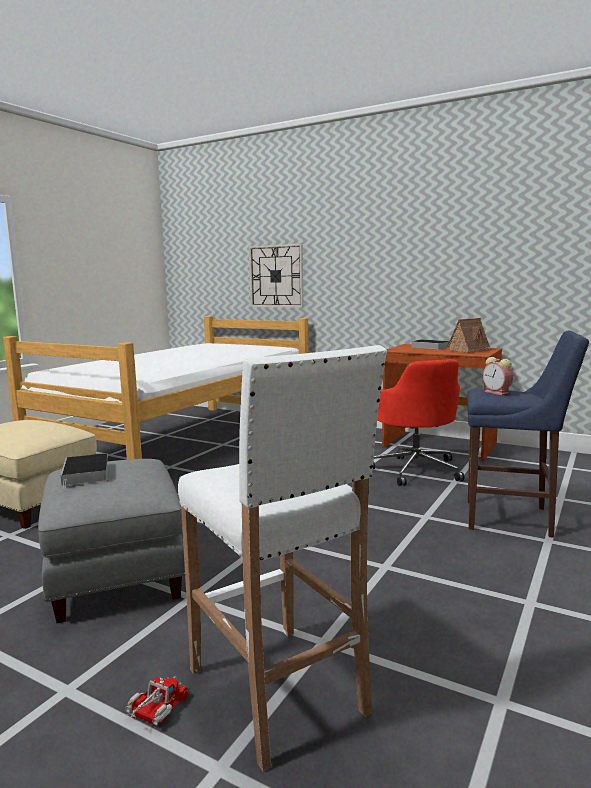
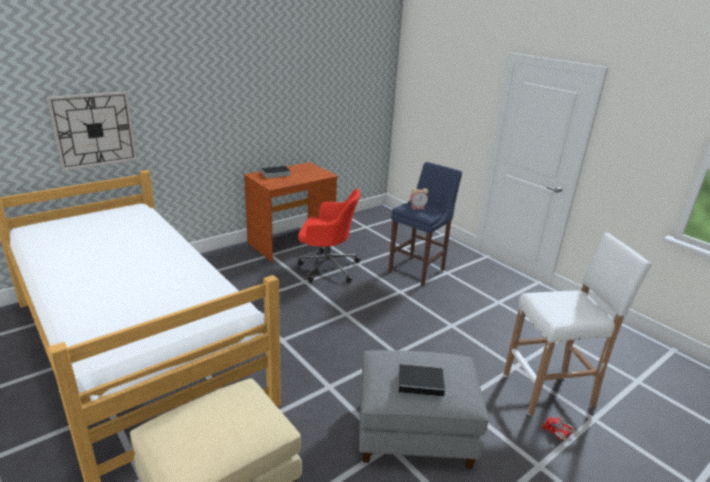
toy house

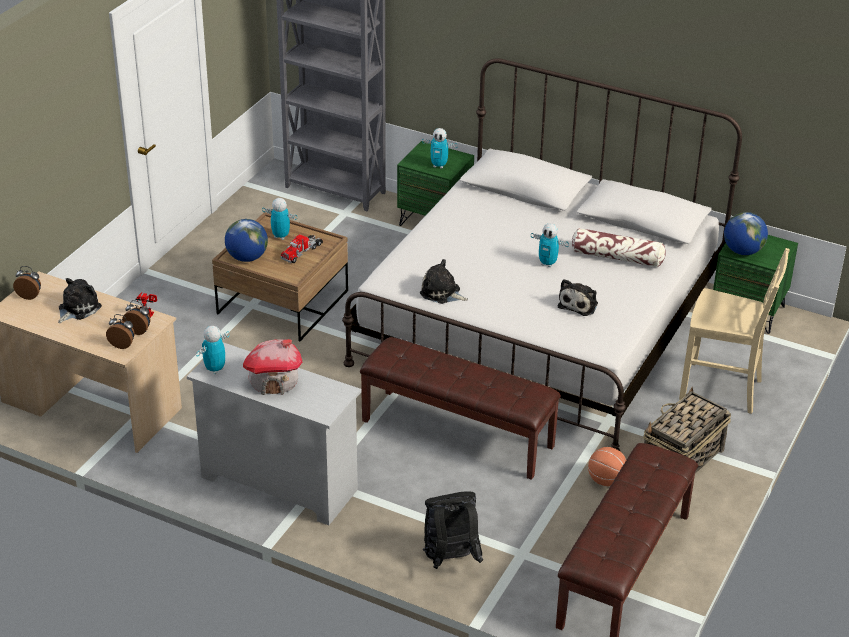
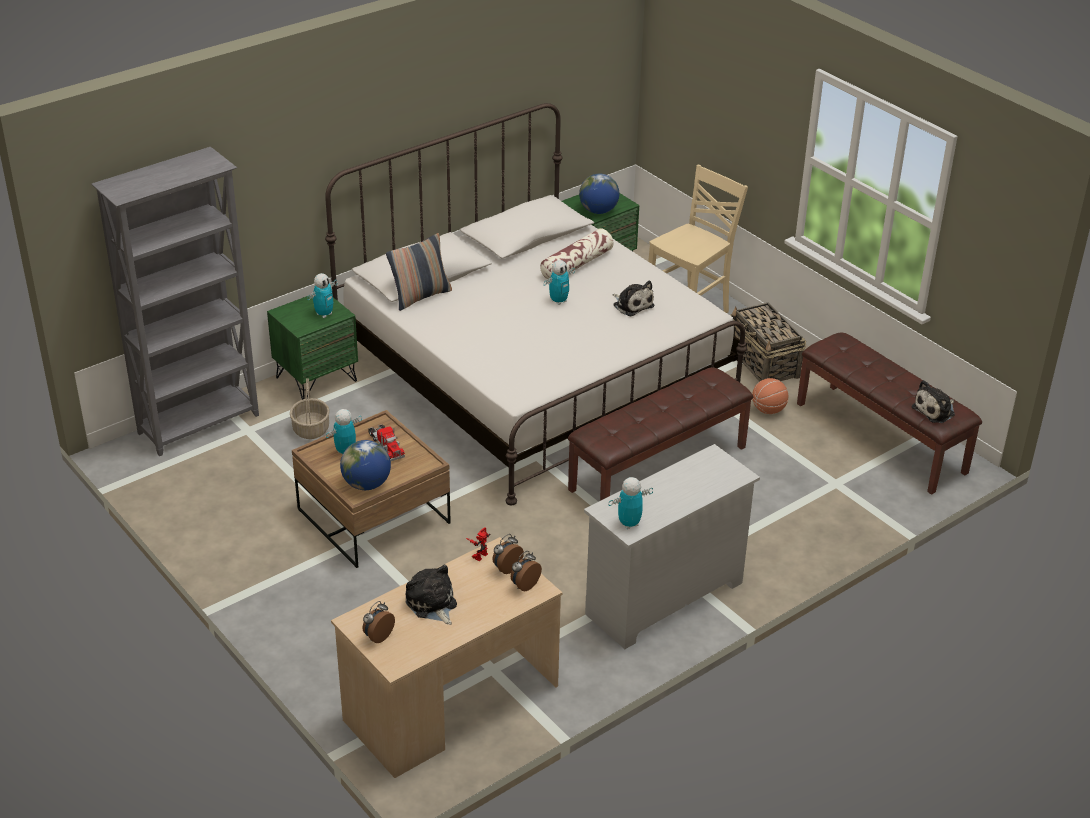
basket (1st from left)
pillow (1st from left)
toy robot (5th from left)
plush toy (3rd from left)
toy house
black backpack

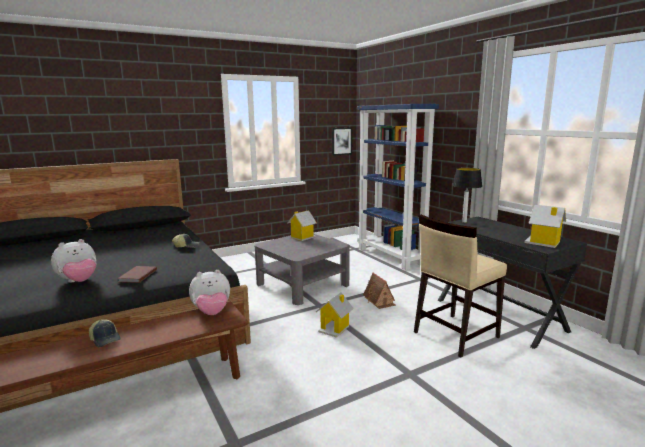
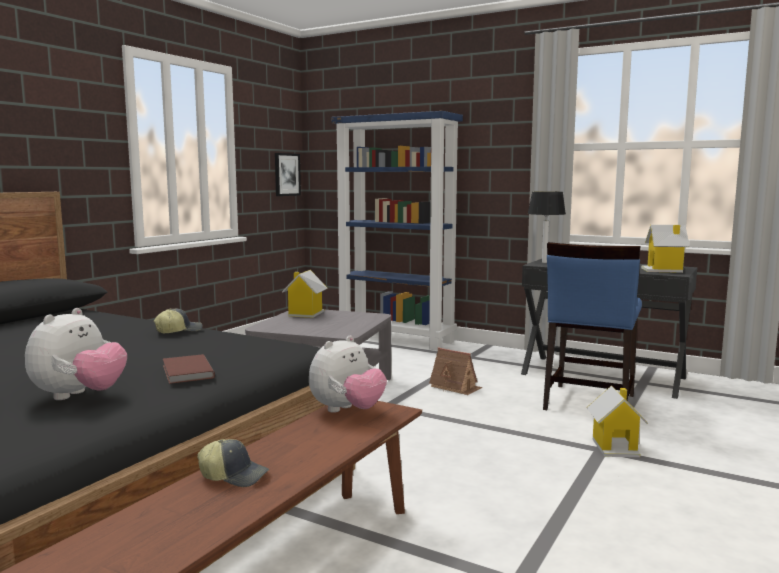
blue chair
toy house (3rd from left)

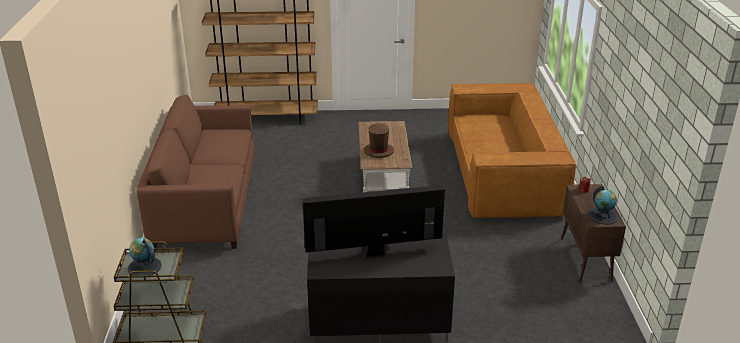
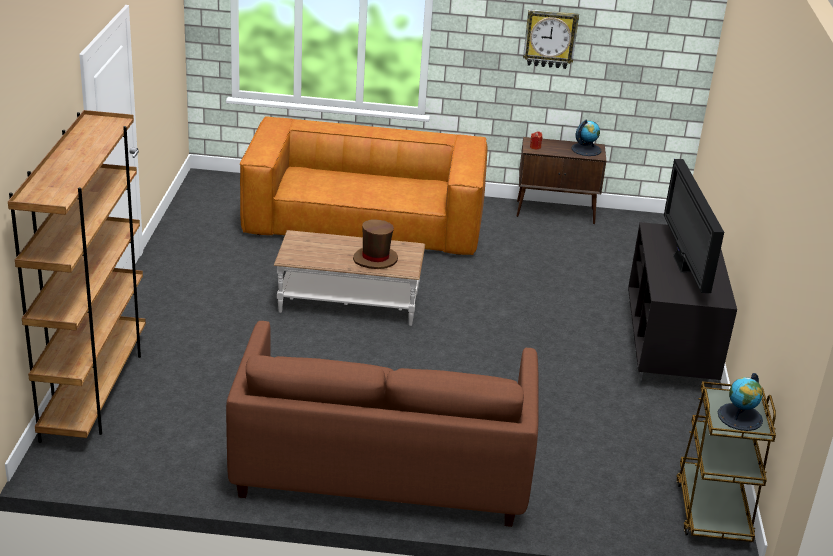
wall clock

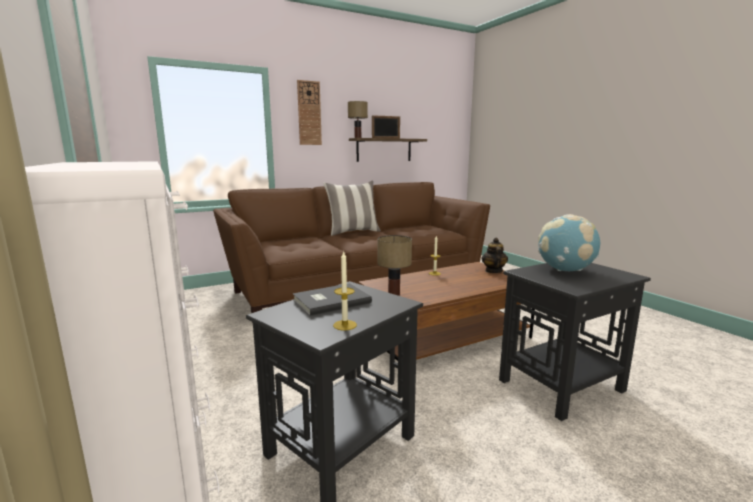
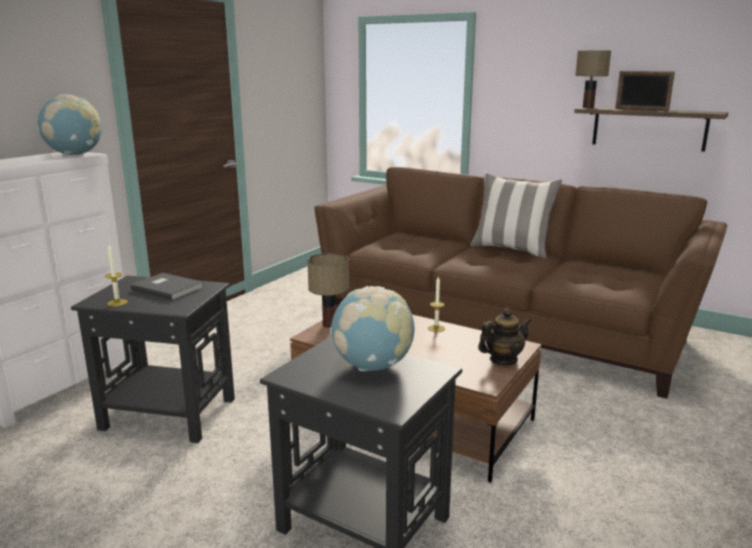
globe (1st from left)
wall clock

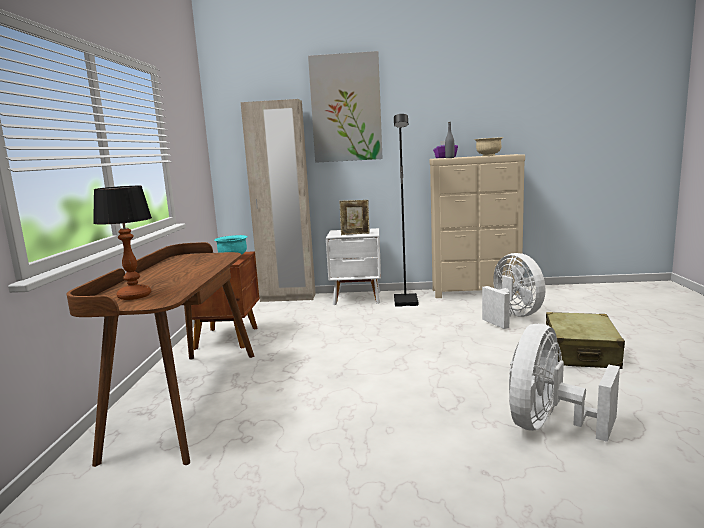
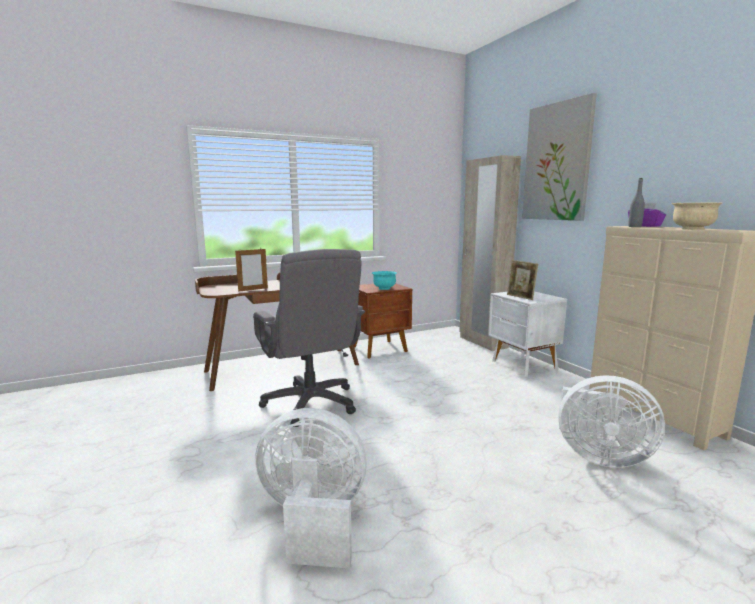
picture frame (1st from left)
grey office chair
white fan (2nd from left)
table lamp
black floor lamp
beige suitcase

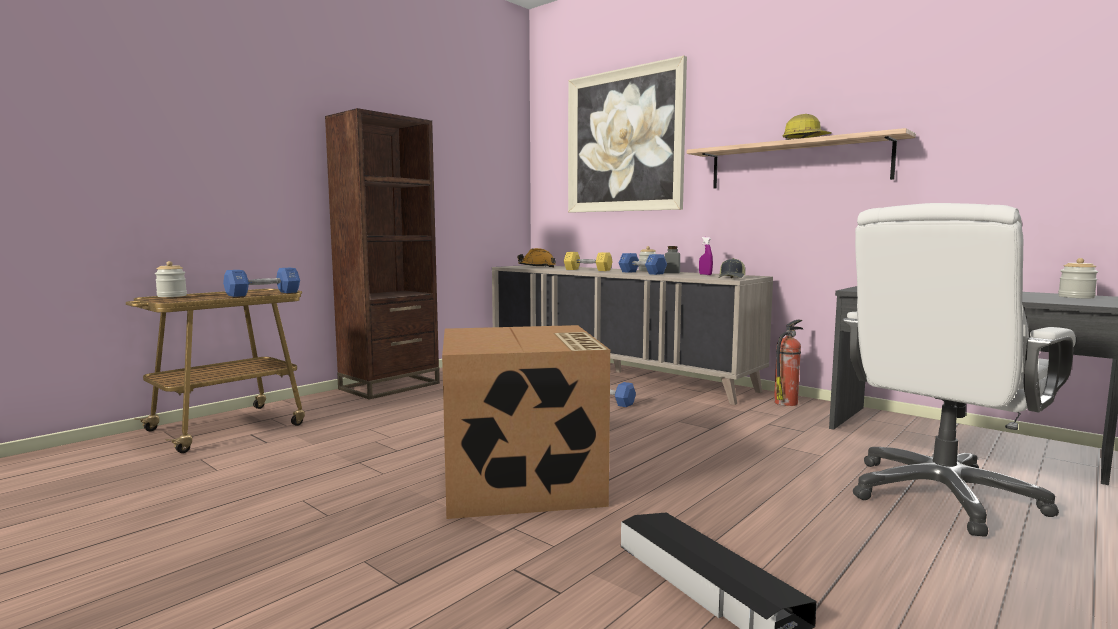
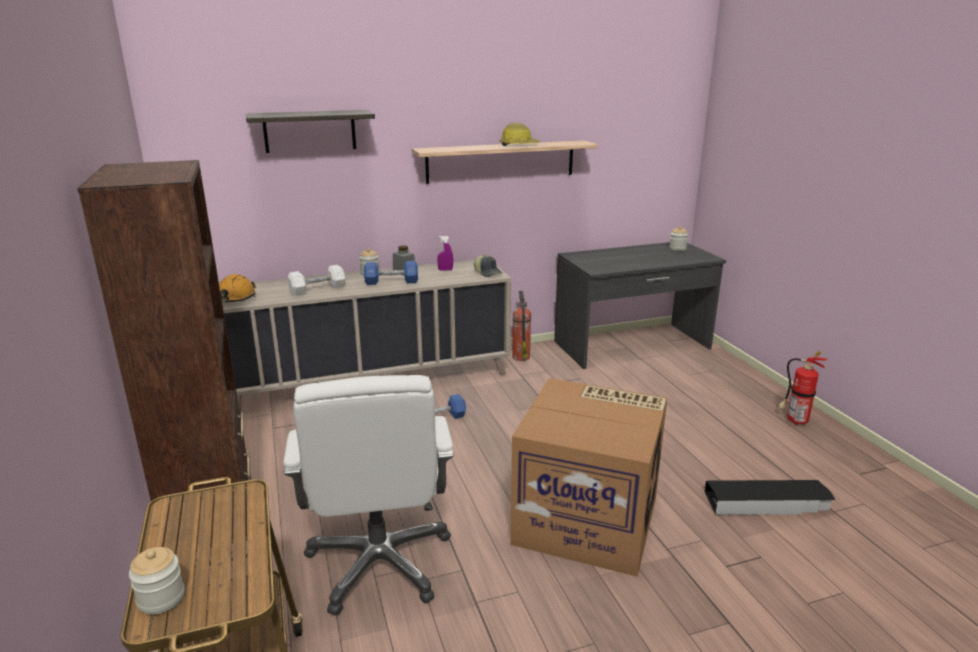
shelf (1st from left)
white office chair
white dumbbell
fire extinguisher (2nd from left)
blue dumbbell (1st from left in the first image)

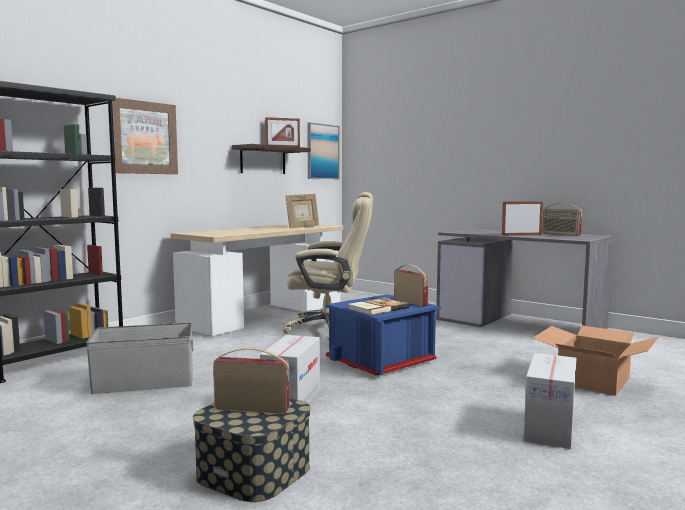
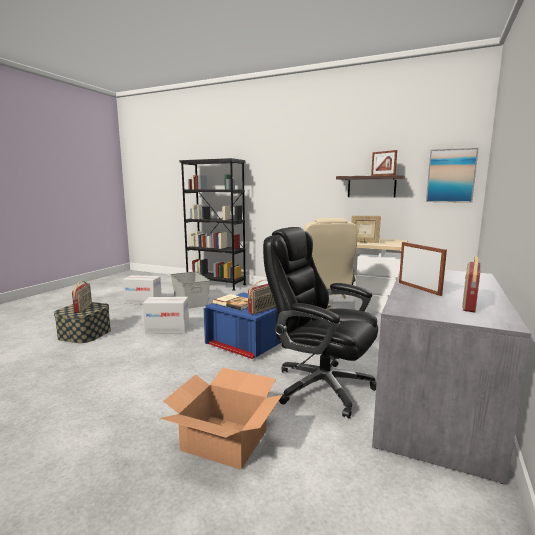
cardboard box (1st from left)
black office chair
picture (1st from left in the first image)

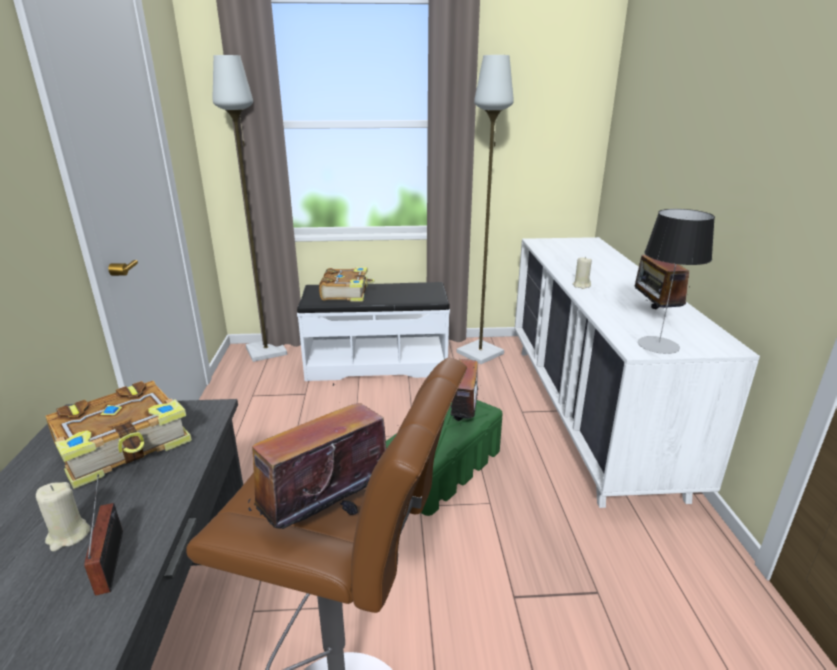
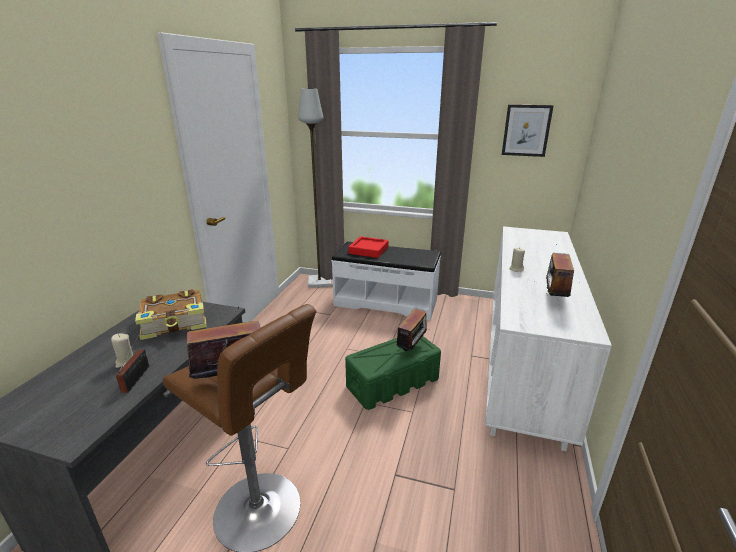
red tray
picture
grey floor lamp (2nd from left in the first image)
table lamp

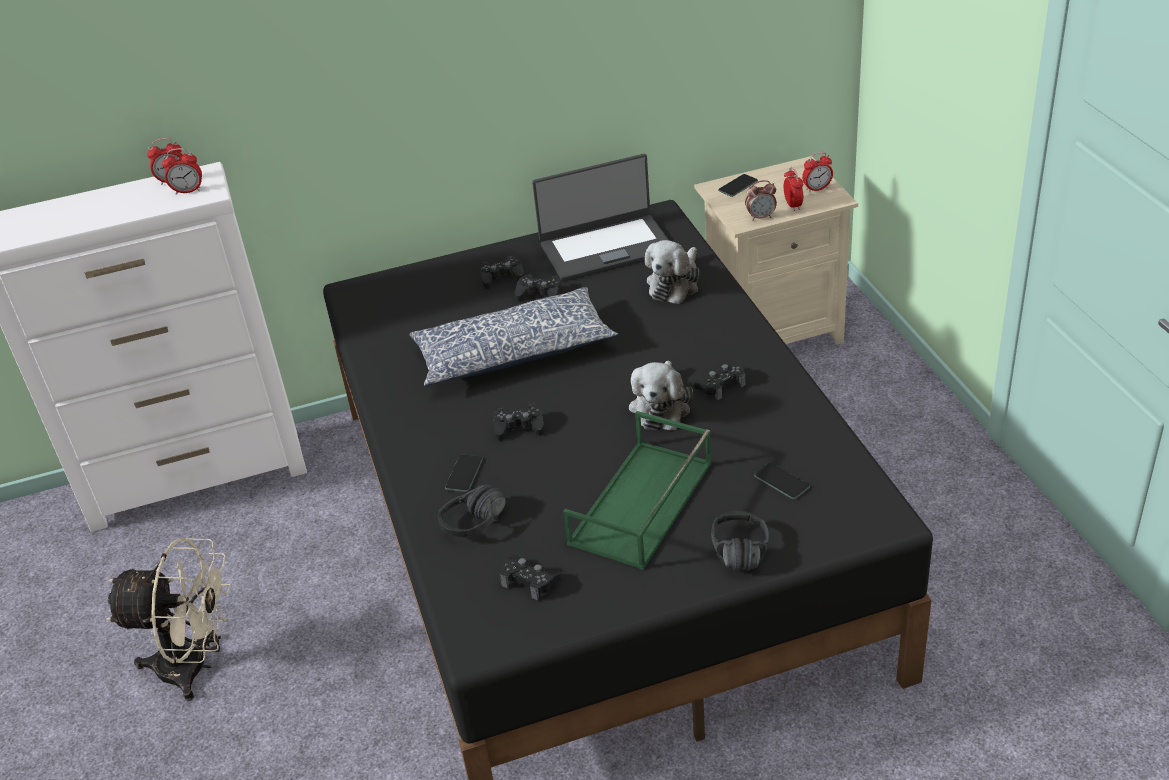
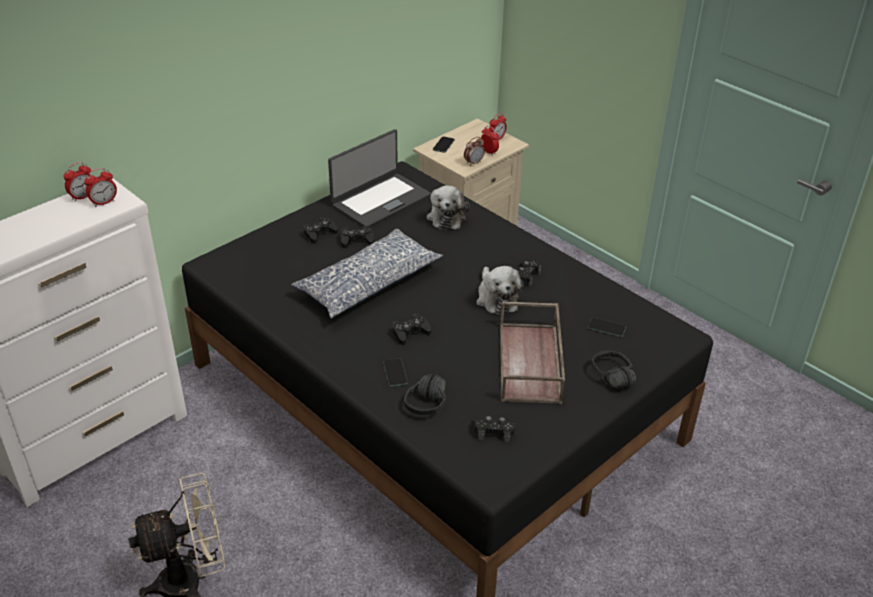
brown tray

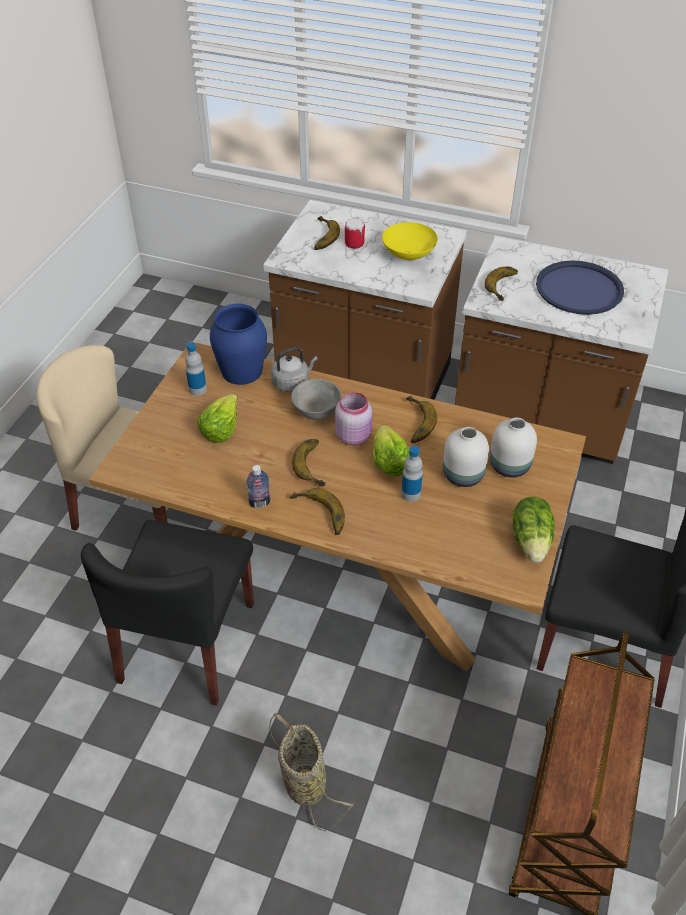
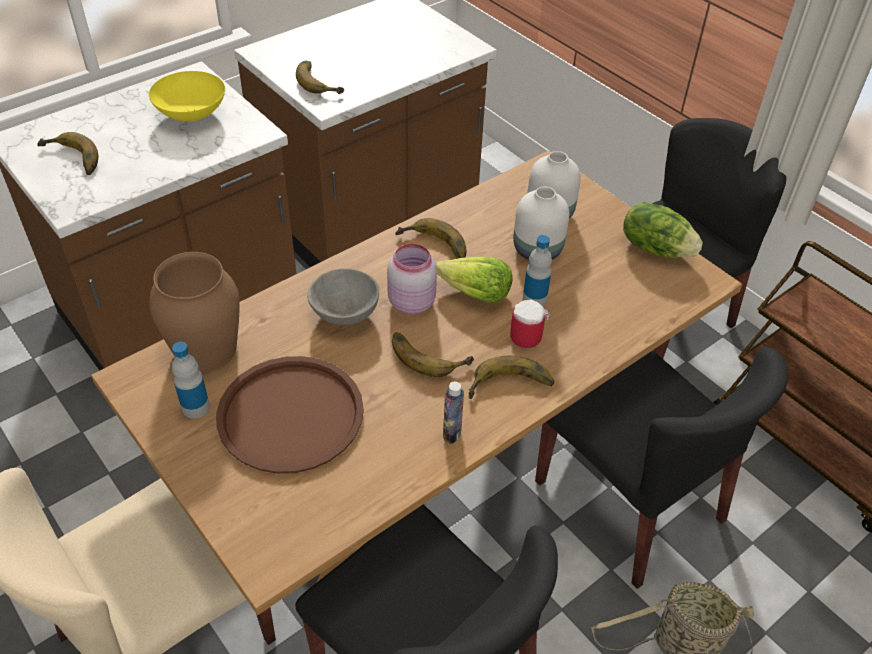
brown vase
brown tray
mug
black chair (2nd from left)
grey kettle
blue tray

